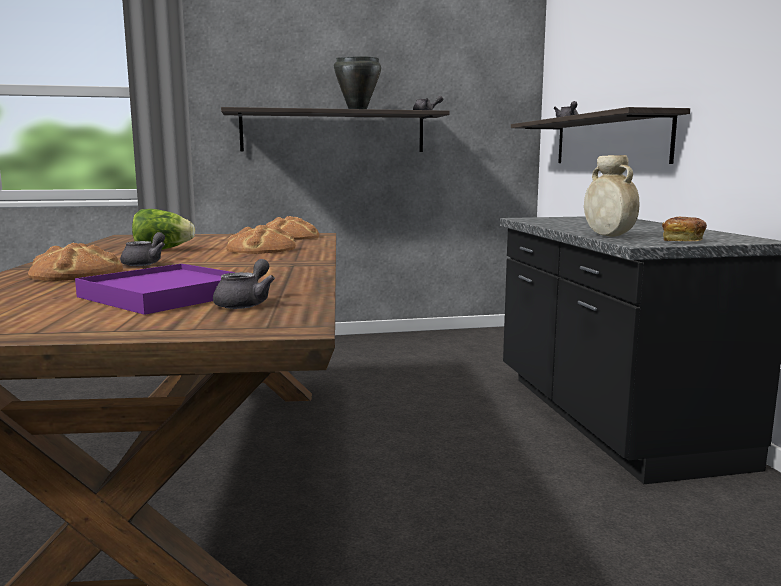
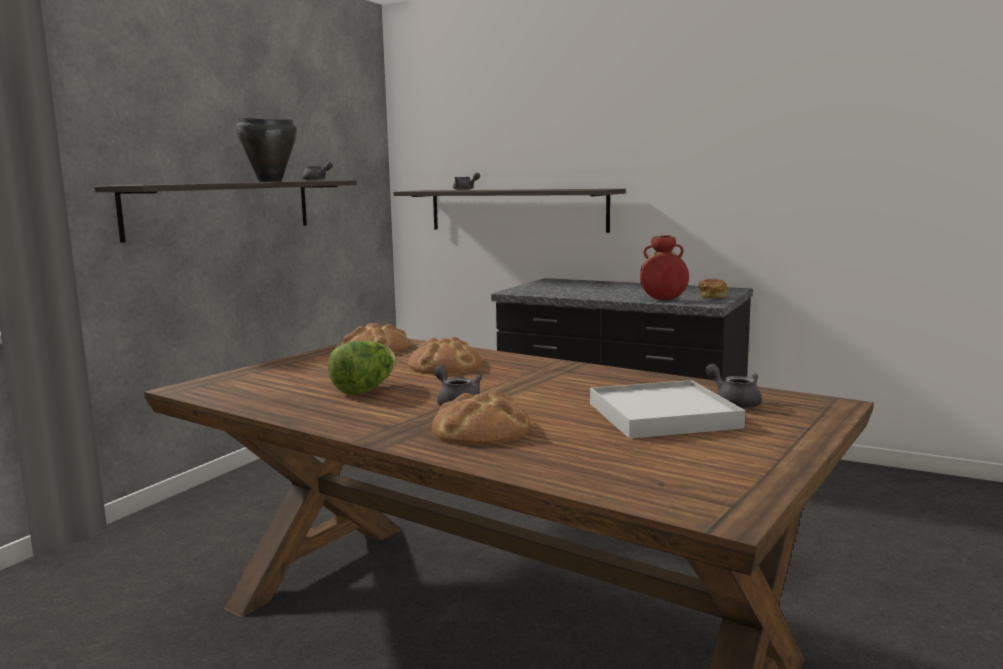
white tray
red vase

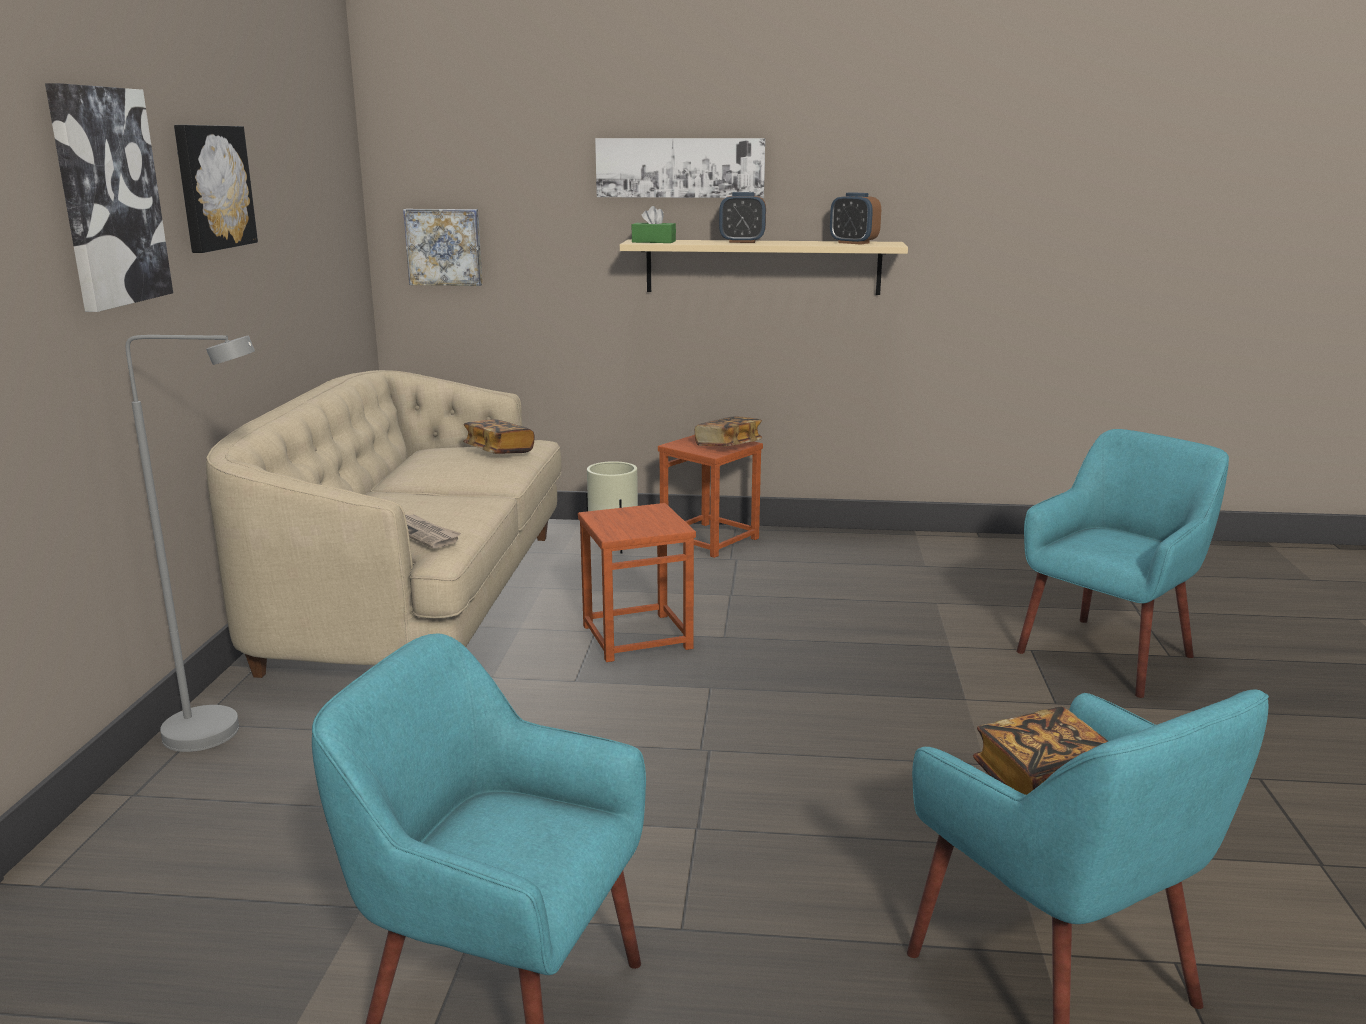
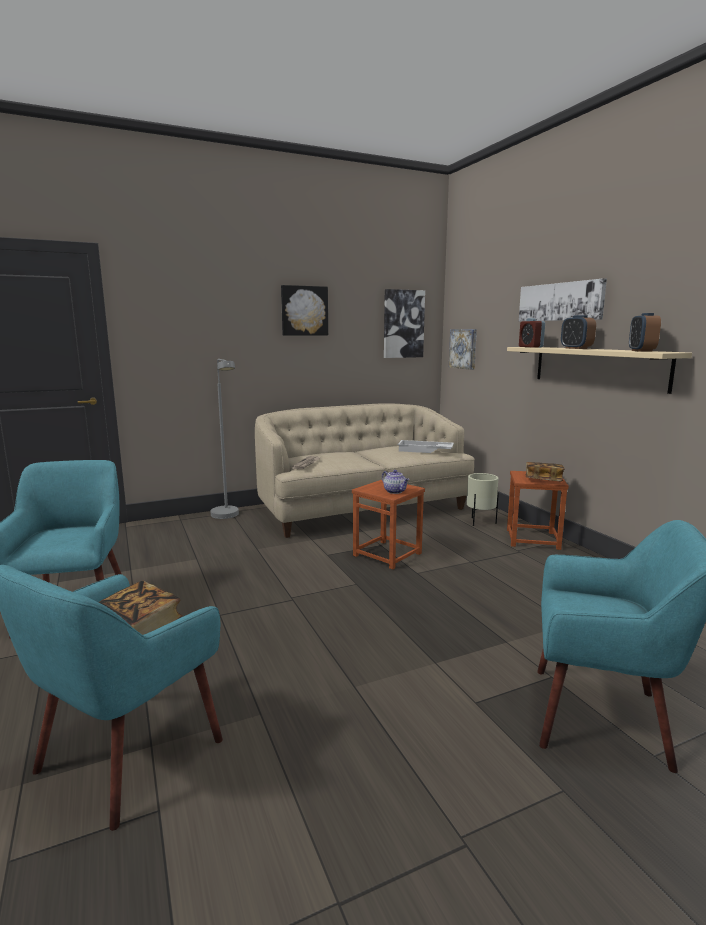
teapot
picture (2nd from left)
white tray
alarm clock (1st from left)

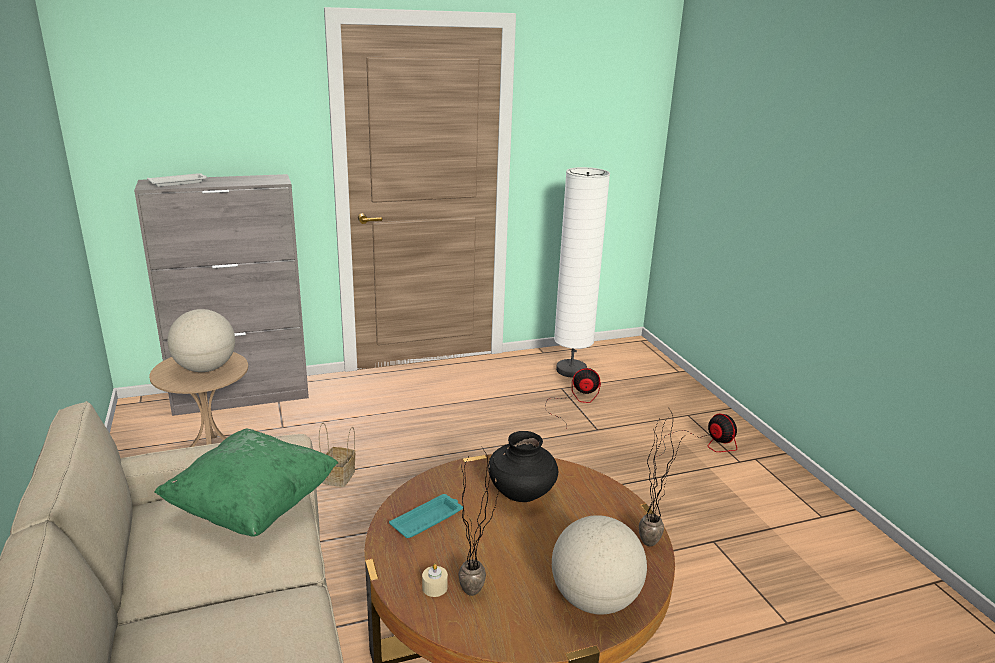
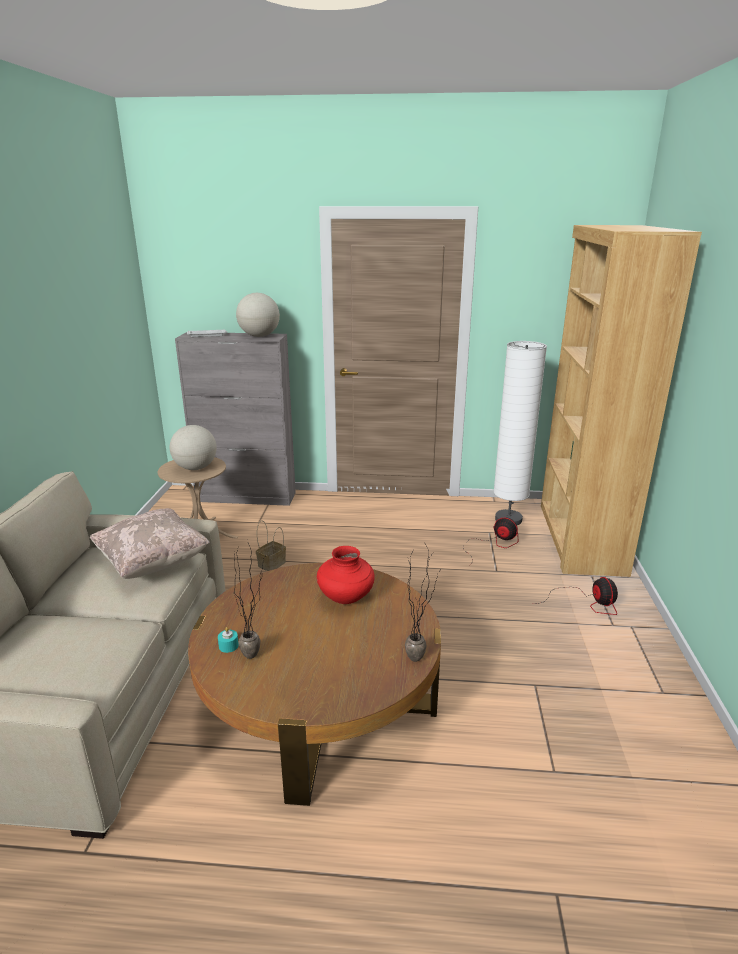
beige pillow
turquoise candle
globe (2nd from left)
red vase
brown bookcase
turquoise tray

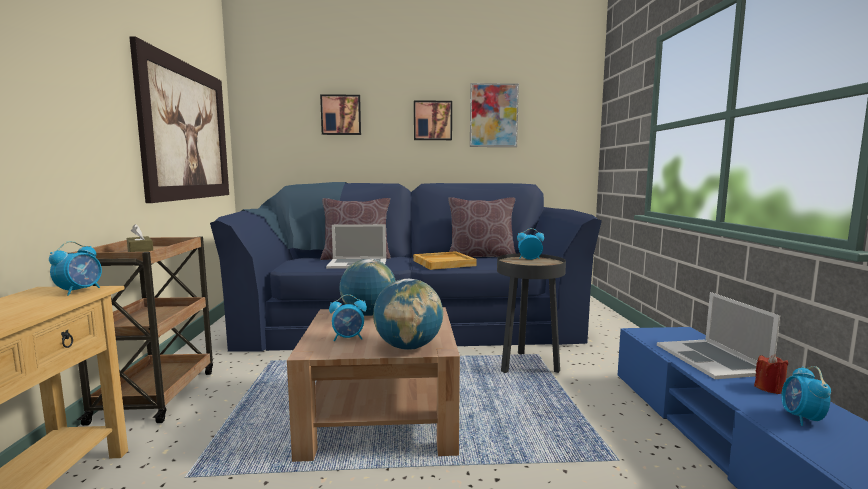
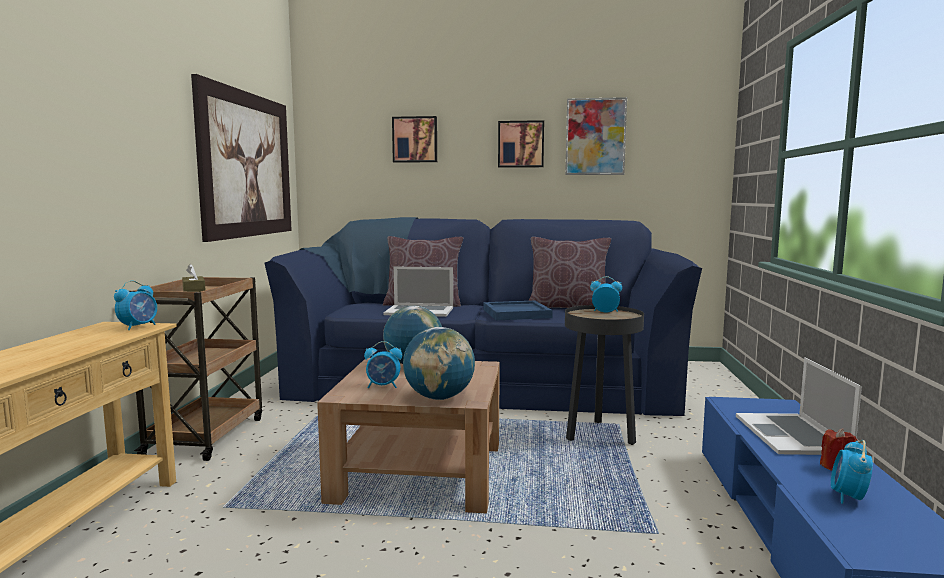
blue tray

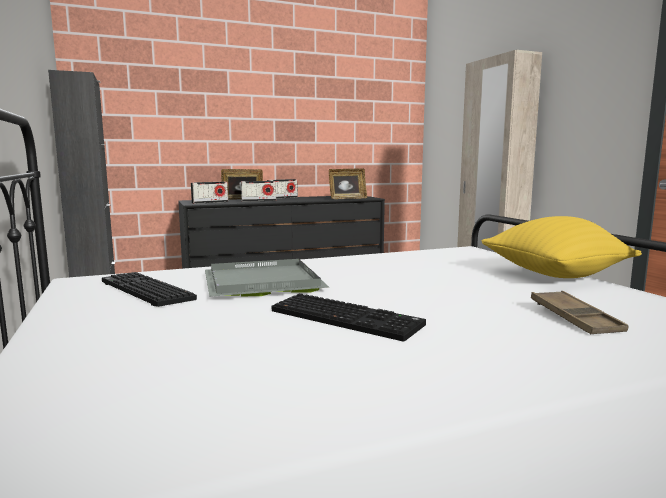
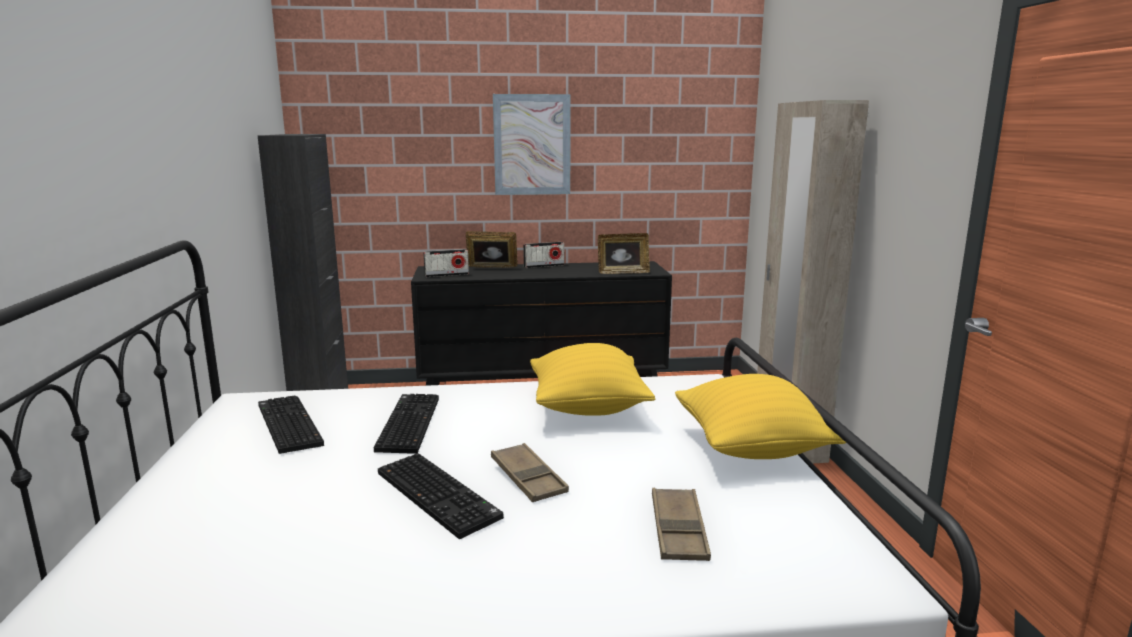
keyboard (2nd from left)
brown tray (1st from left)
picture
yellow pillow (1st from left)
radio (2nd from left in the first image)

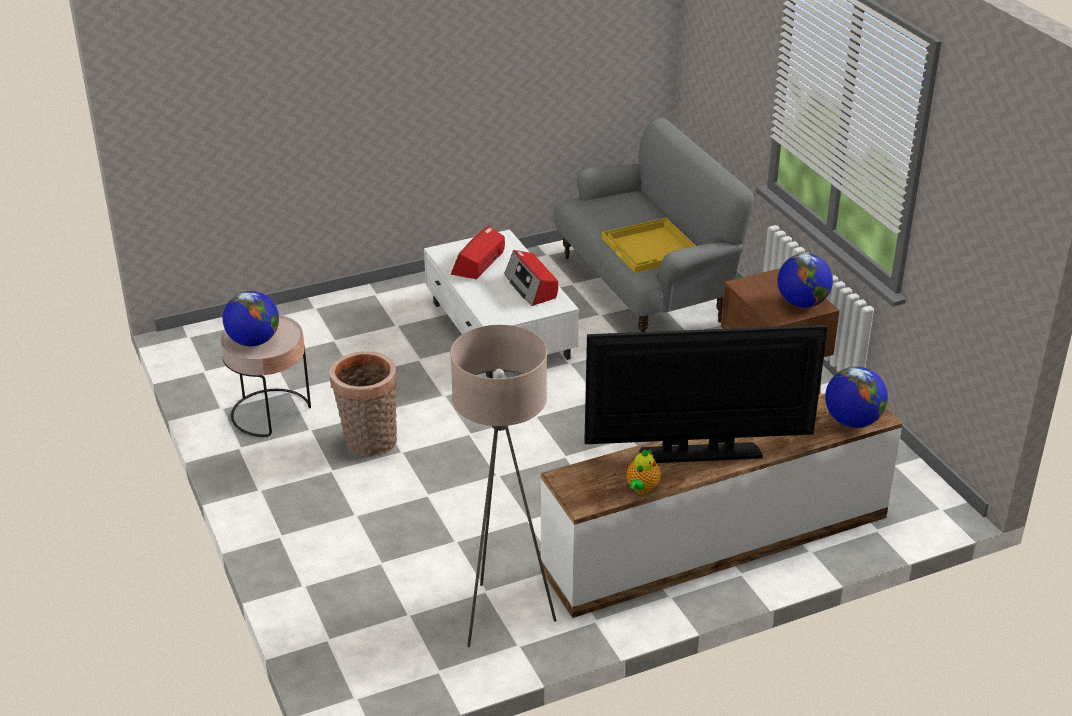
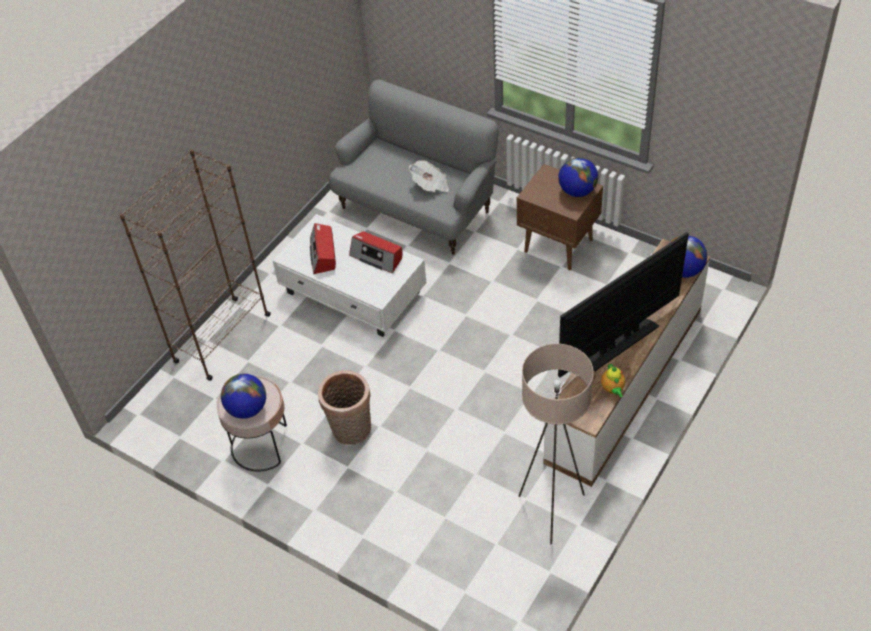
brown bookcase
newspaper

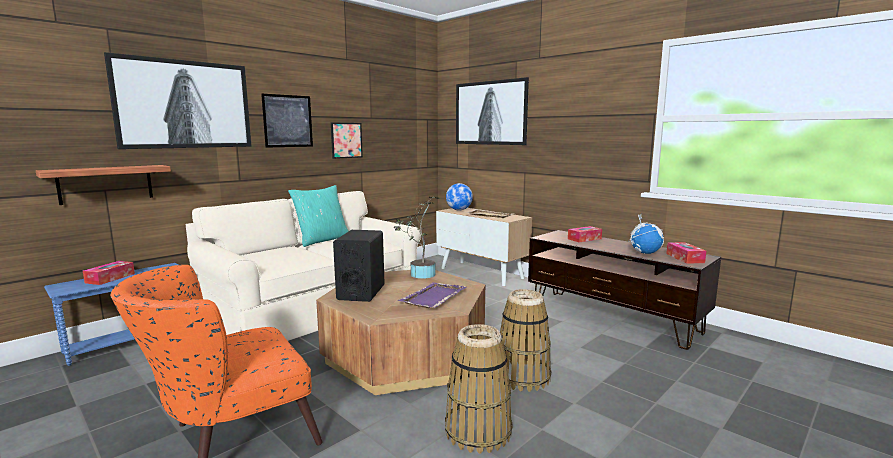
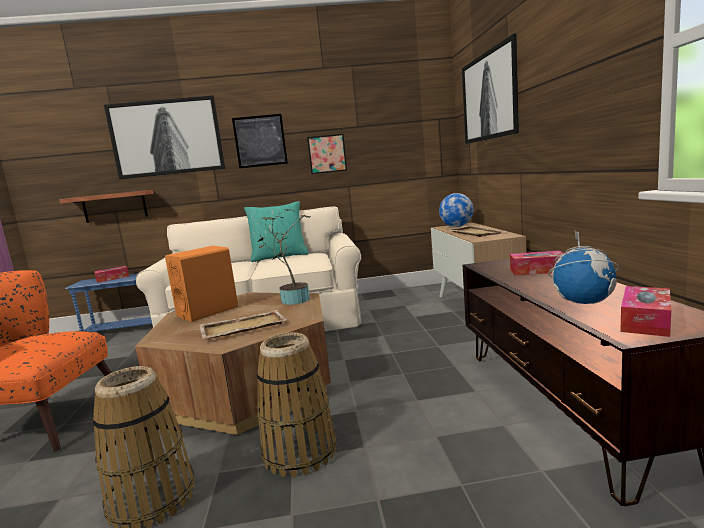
orange speaker
beige tray (1st from left)

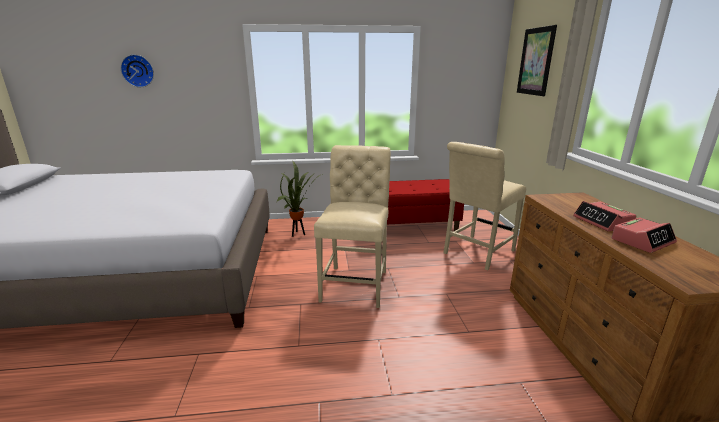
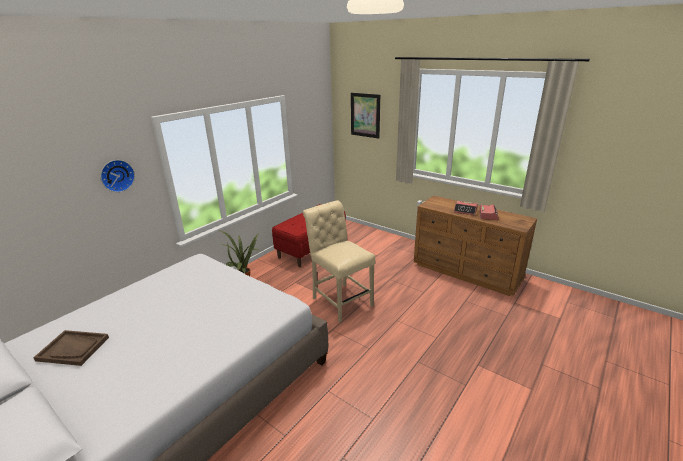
brown tray
wall clock
beige chair (2nd from left in the first image)

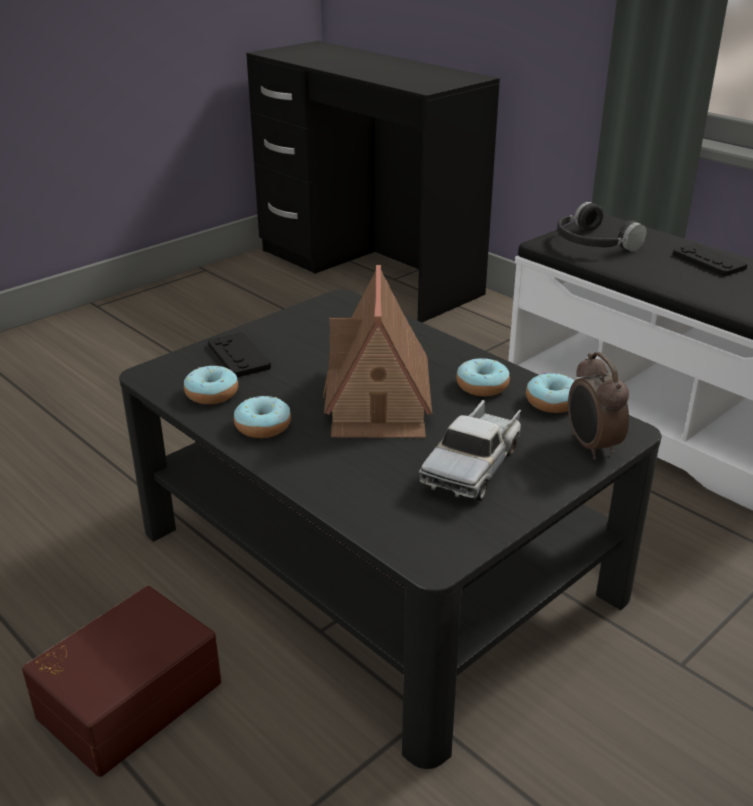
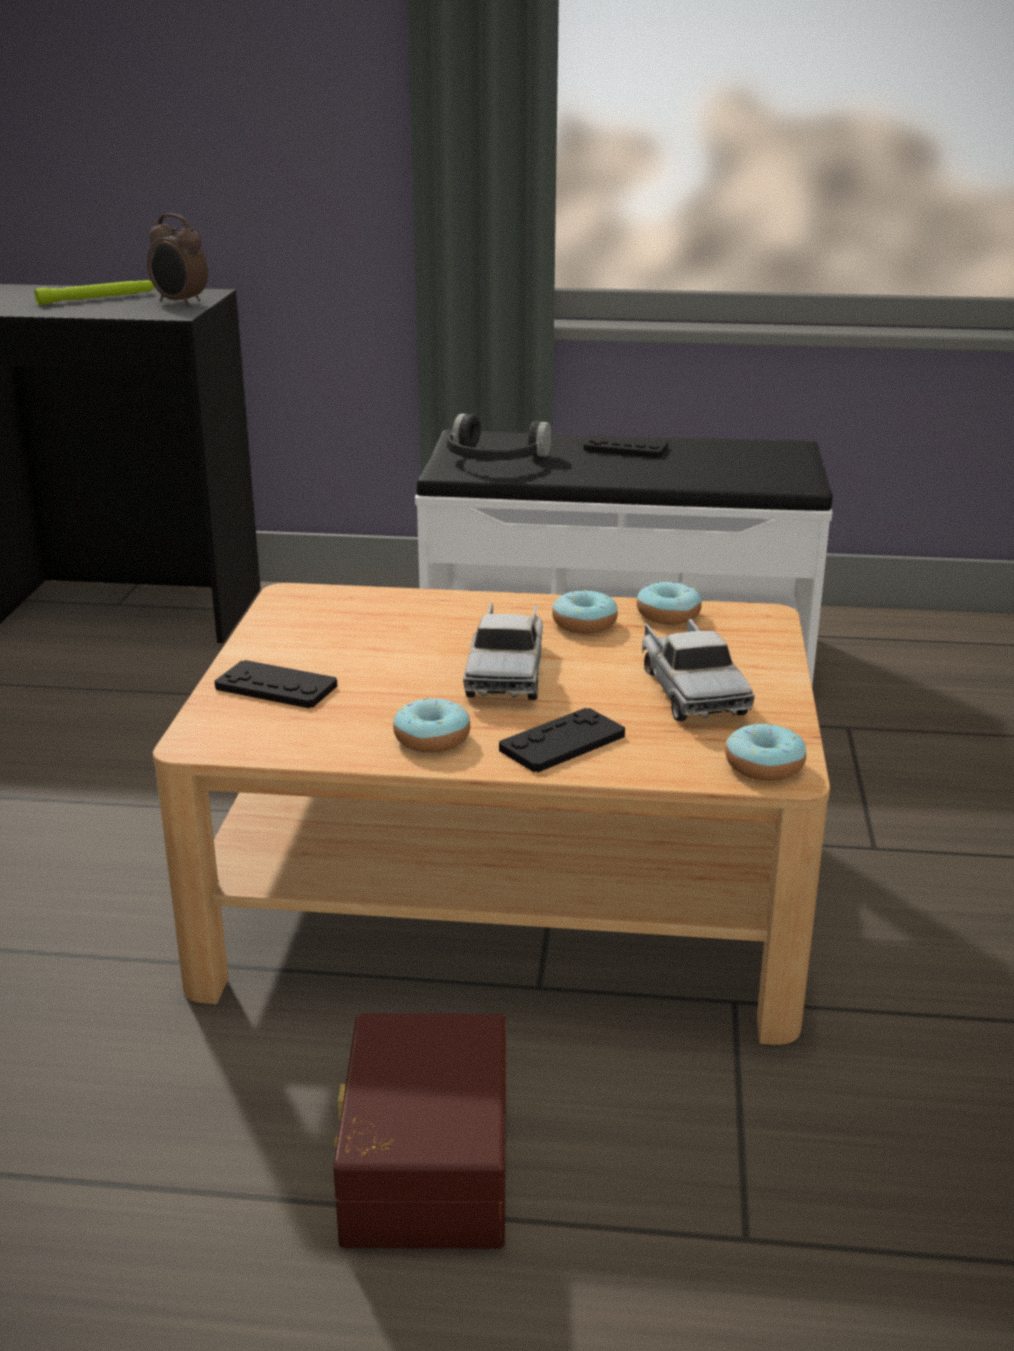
green flashlight
alarm clock
beige coffee table
toy truck (1st from left)
black game controller (2nd from left)
donut (4th from left)

